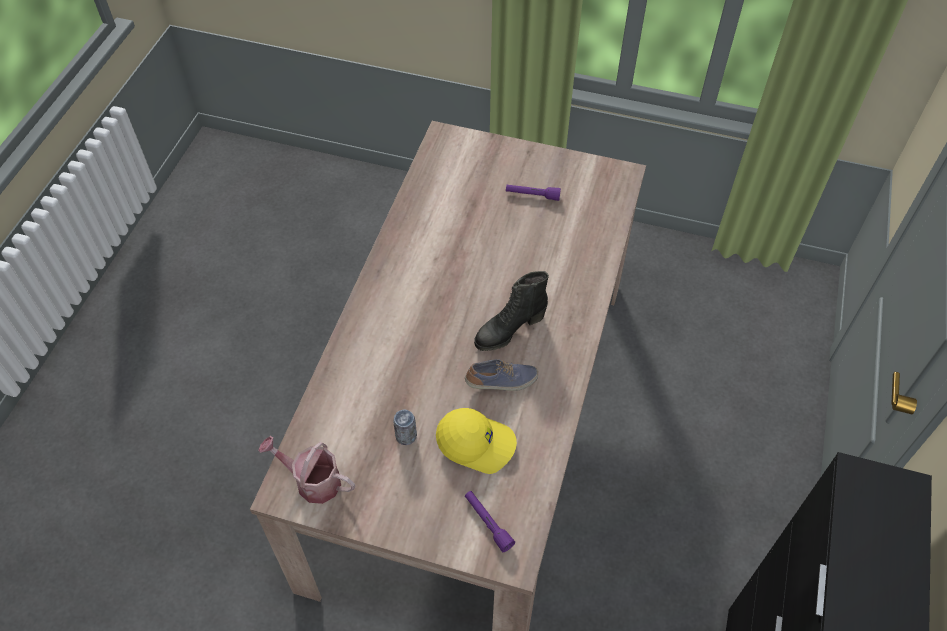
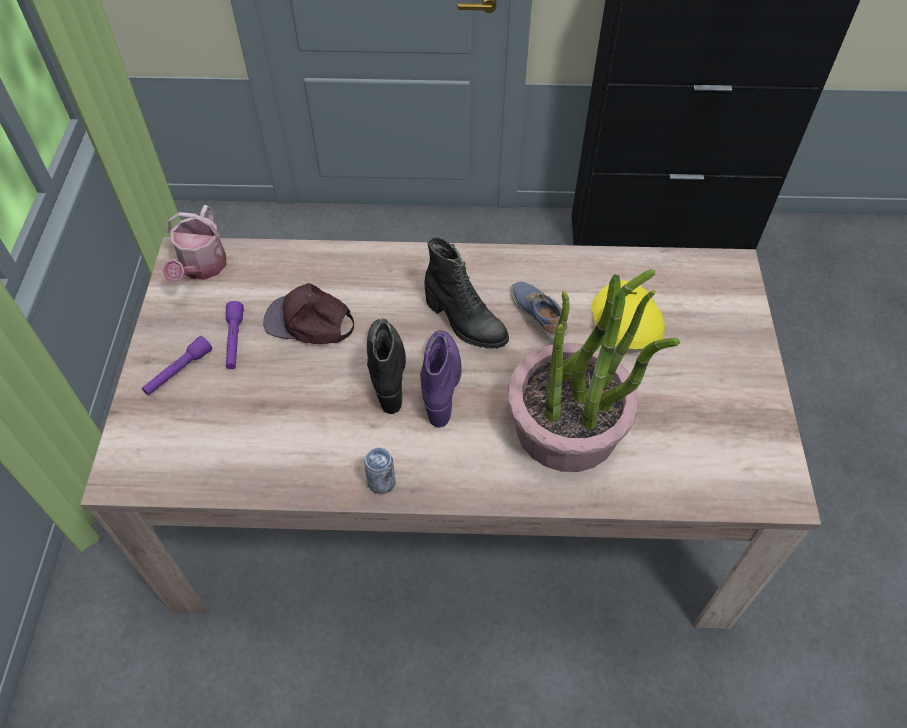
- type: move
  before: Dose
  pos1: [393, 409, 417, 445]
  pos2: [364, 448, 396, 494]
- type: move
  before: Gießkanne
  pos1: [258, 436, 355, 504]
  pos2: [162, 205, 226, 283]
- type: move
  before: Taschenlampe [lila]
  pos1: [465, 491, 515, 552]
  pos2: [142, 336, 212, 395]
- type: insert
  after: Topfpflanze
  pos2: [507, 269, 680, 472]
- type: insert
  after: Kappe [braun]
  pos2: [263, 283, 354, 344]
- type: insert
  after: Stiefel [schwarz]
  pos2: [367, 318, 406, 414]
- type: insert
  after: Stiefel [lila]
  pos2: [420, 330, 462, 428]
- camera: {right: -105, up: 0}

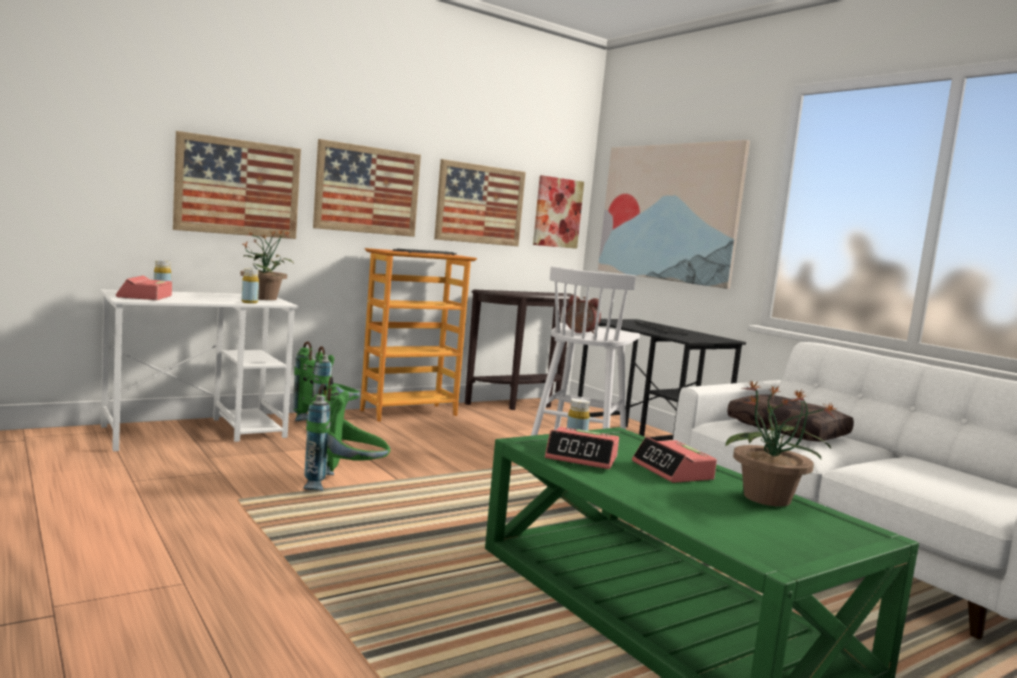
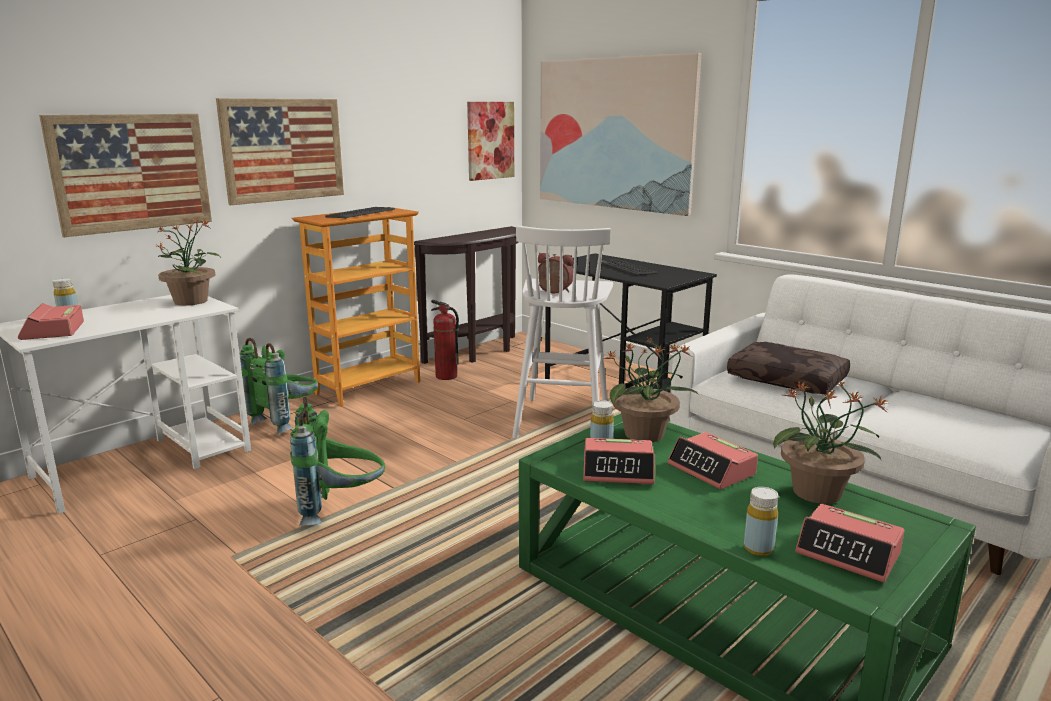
- type: delete
  before: Bild
  pos1: [434, 159, 526, 246]
- type: move
  before: Flasche [gelb]
  pos1: [242, 268, 259, 304]
  pos2: [744, 487, 778, 556]
- type: insert
  after: Feuerlöscher
  pos2: [431, 300, 459, 380]
- type: insert
  after: Topfpflanze
  pos2: [604, 338, 699, 442]
- type: insert
  after: Wecker
  pos2: [796, 504, 905, 583]
- camera: {right: -10, up: 10}

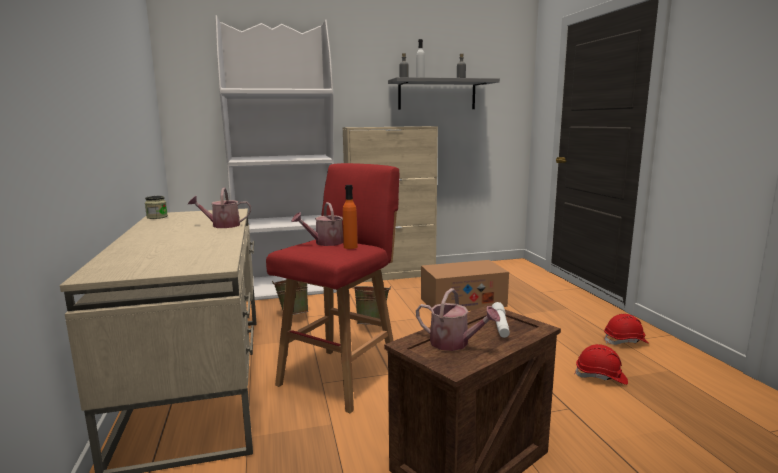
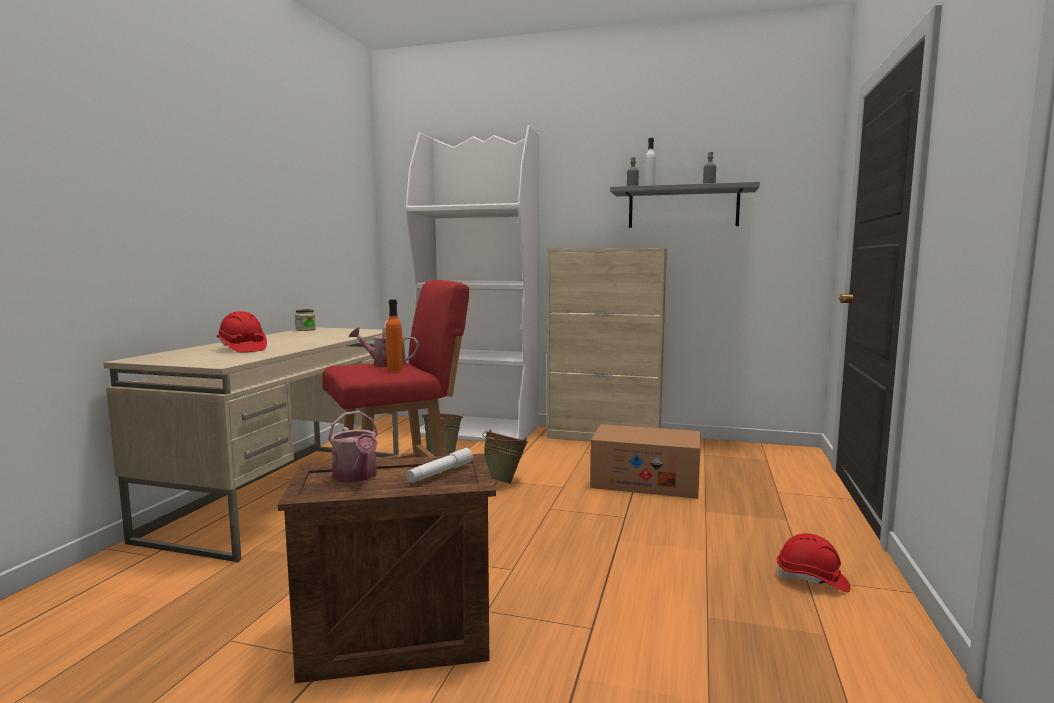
- type: delete
  before: Gießkanne
  pos1: [188, 188, 251, 228]
- type: move
  before: Schutzhelm [rot]
  pos1: [575, 344, 628, 385]
  pos2: [217, 311, 267, 353]
- camera: {right: 30, up: -5}

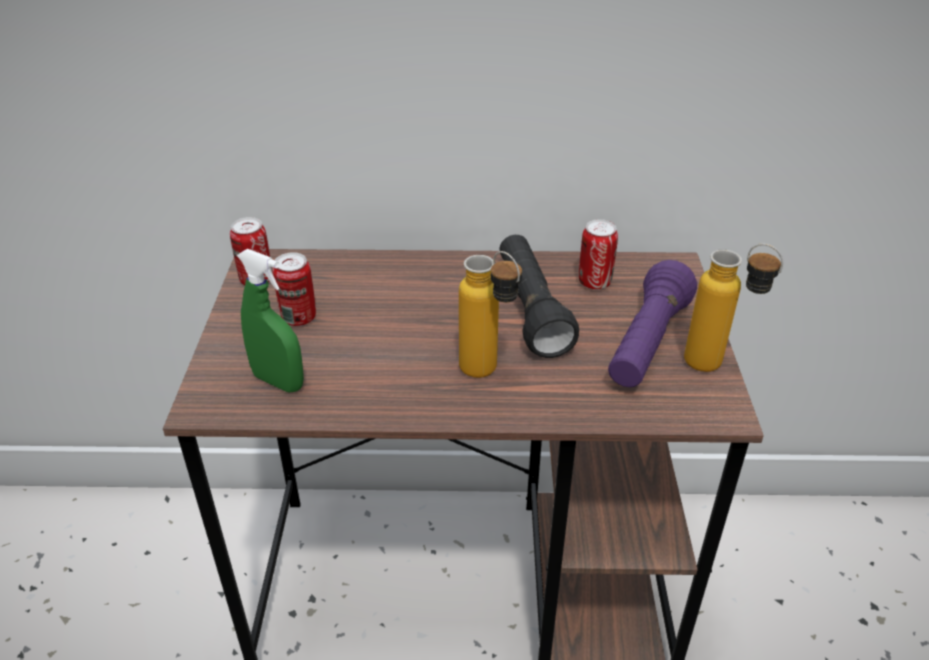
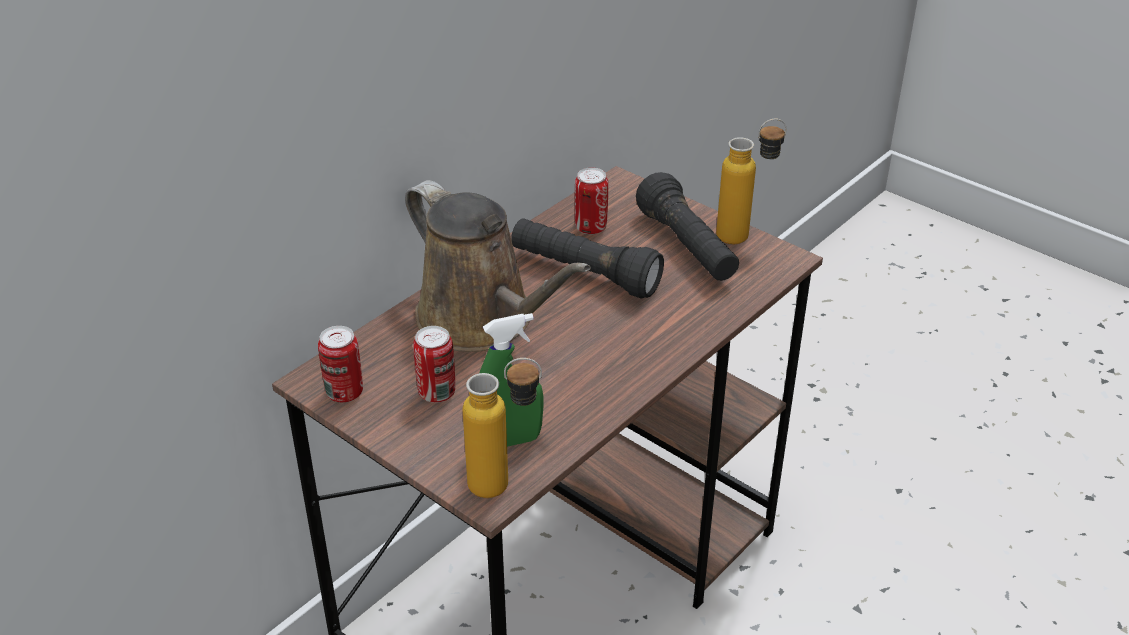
- type: move
  before: Flasche
  pos1: [459, 251, 522, 378]
  pos2: [463, 358, 542, 498]
- type: recolor
  before: Taschenlampe [lila]
  after: Taschenlampe [schwarz]
  pos1: [608, 260, 697, 387]
  pos2: [636, 172, 739, 281]
- type: insert
  after: Gießkanne [braun]
  pos2: [405, 180, 591, 352]
- camera: {right: -50, up: 0}

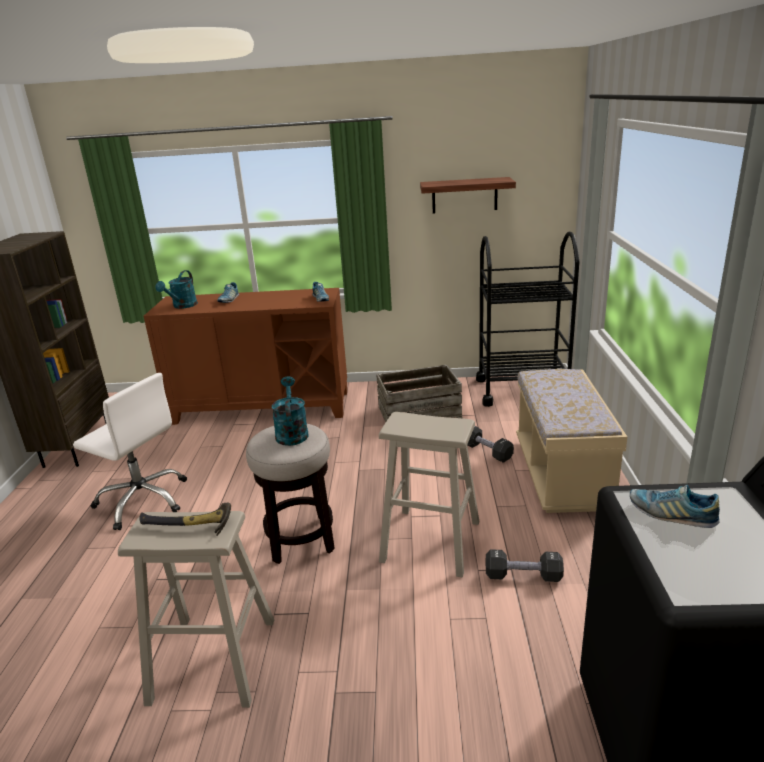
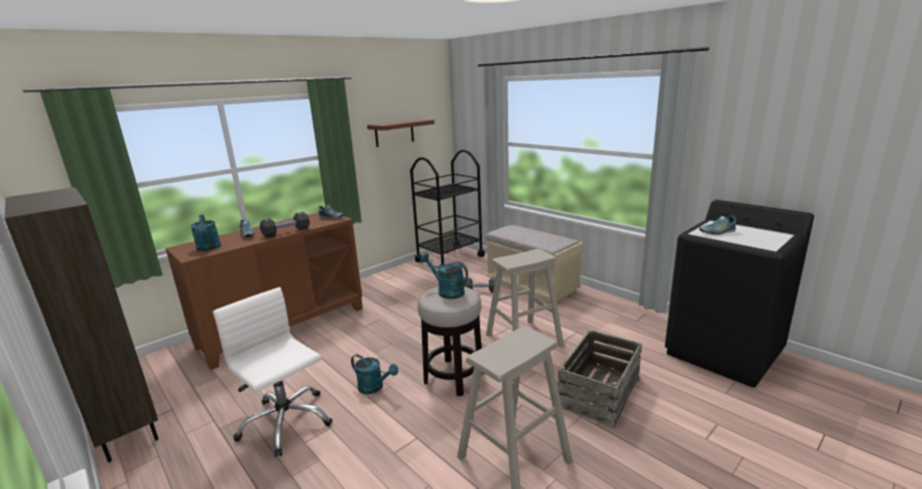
- type: move
  before: Kiste
  pos1: [376, 365, 462, 422]
  pos2: [557, 330, 642, 428]
- type: rotate
  before: Bürostuhl [weiß]
  pos1: [73, 373, 187, 530]
  pos2: [213, 287, 333, 457]
  turn: -120
- type: delete
  before: Hammer
  pos1: [139, 503, 231, 536]
- type: move
  before: Hantel [schwarz]
  pos1: [486, 549, 564, 582]
  pos2: [260, 212, 310, 238]
- type: insert
  after: Gießkanne [türkis]
  pos2: [351, 354, 398, 394]
- camera: {right: -45, up: -5}

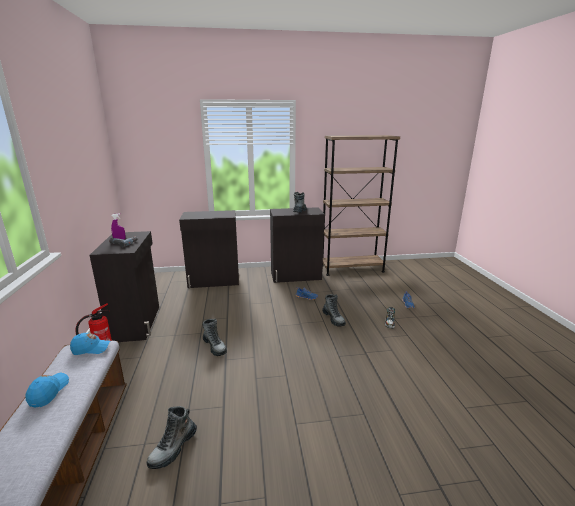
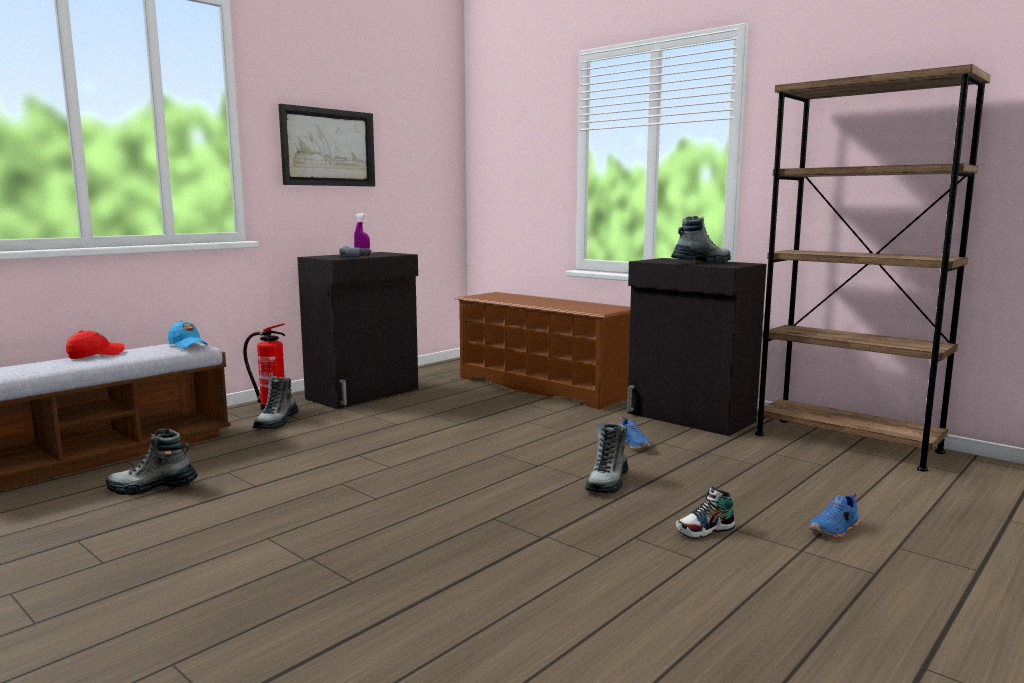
- type: replace
  before: Schrank [schwarz]
  after: Schuhregal [braun]
  pos1: [179, 210, 239, 288]
  pos2: [455, 292, 630, 410]
- type: move
  before: Stiefel
  pos1: [202, 319, 227, 356]
  pos2: [253, 377, 299, 429]
- type: recolor
  before: Kappe [blau]
  after: Kappe [rot]
  pos1: [25, 373, 69, 407]
  pos2: [66, 331, 125, 359]
- type: insert
  after: Bild
  pos2: [279, 104, 375, 186]
- camera: {right: 50, up: -10}

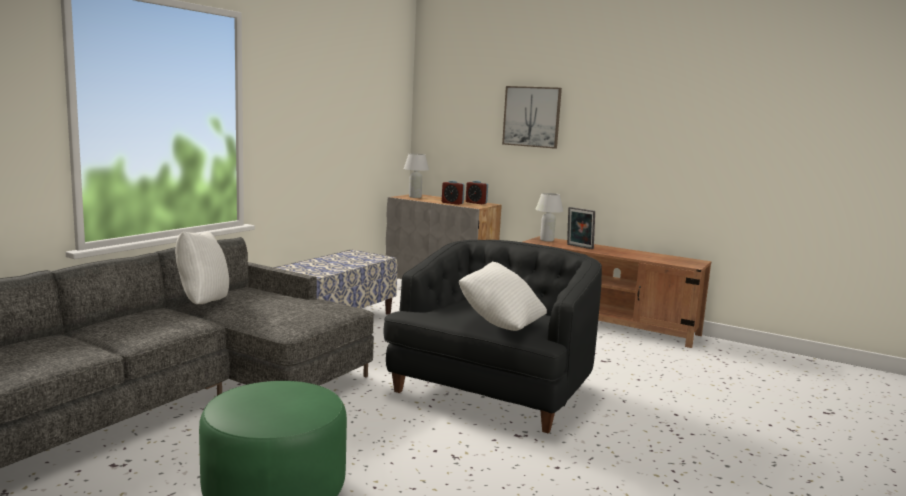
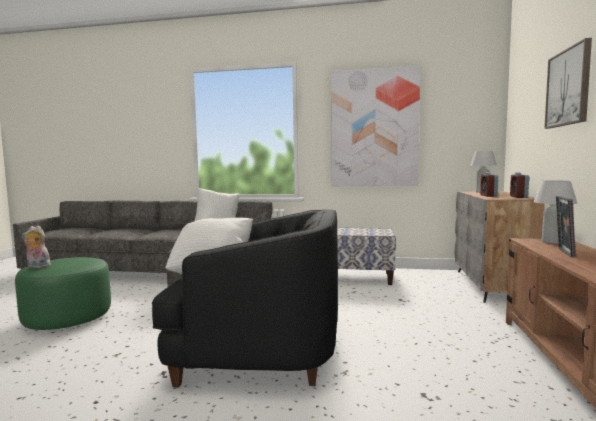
- type: insert
  after: Bild
  pos2: [331, 66, 421, 186]
- type: insert
  after: Plüschtier
  pos2: [22, 226, 51, 268]
- camera: {right: 70, up: -5}

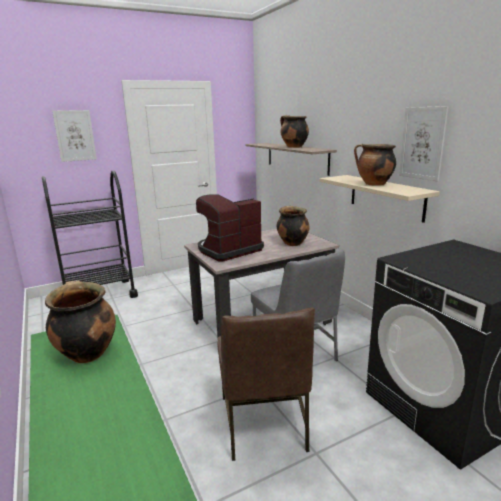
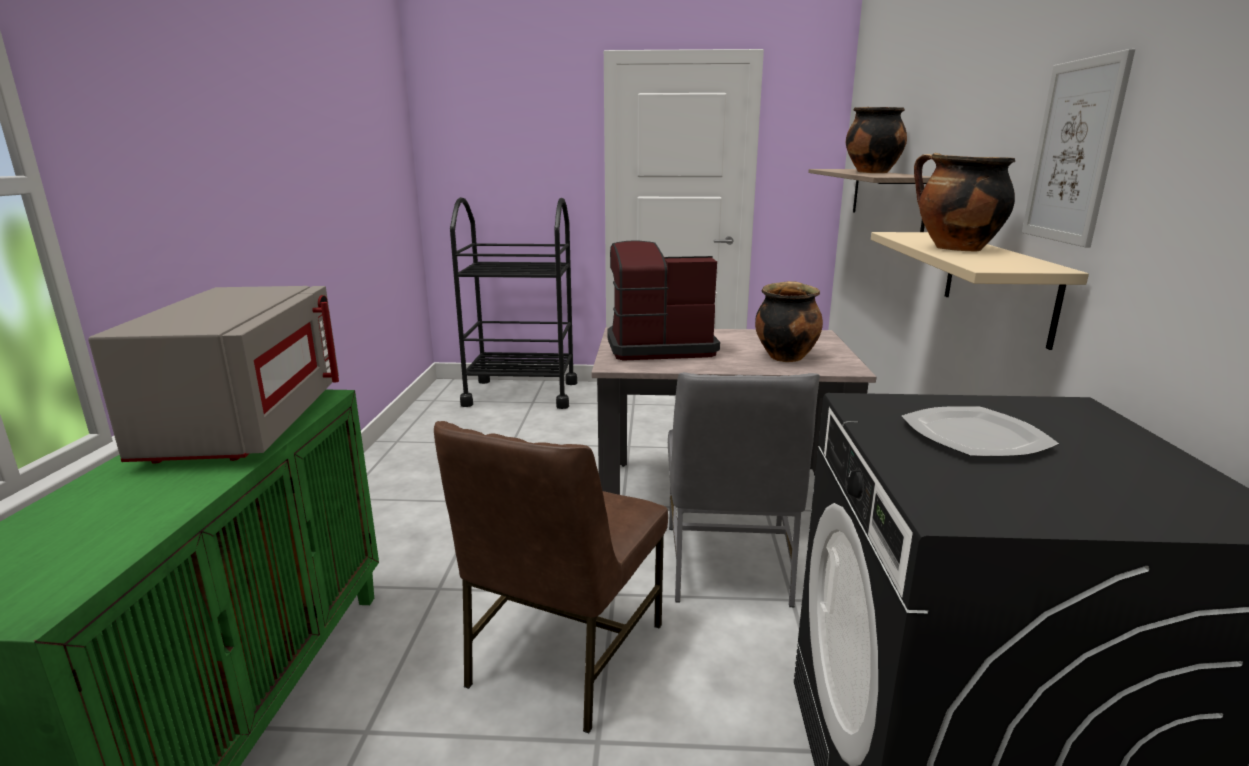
- type: delete
  before: Bild
  pos1: [52, 110, 97, 162]
- type: replace
  before: Kochtopf
  after: Mikrowelle [grau]
  pos1: [45, 281, 116, 363]
  pos2: [88, 286, 339, 464]
- type: insert
  after: Teller
  pos2: [902, 406, 1059, 457]
- camera: {right: 30, up: 0}

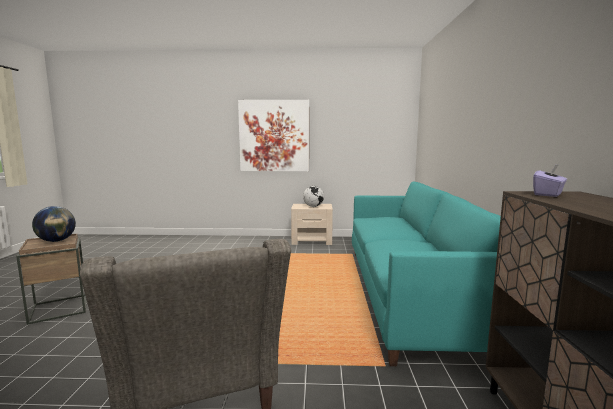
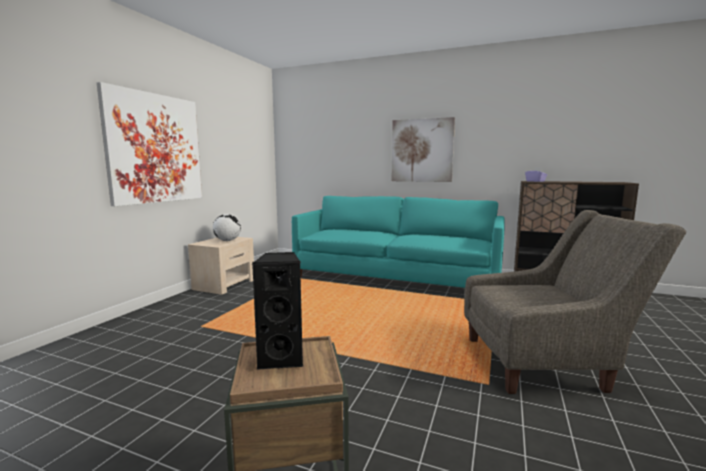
- type: replace
  before: Globus
  after: Lautsprecher [schwarz]
  pos1: [32, 206, 76, 242]
  pos2: [251, 252, 303, 370]
- type: insert
  after: Bild
  pos2: [391, 117, 455, 182]
- camera: {right: -70, up: 0}

